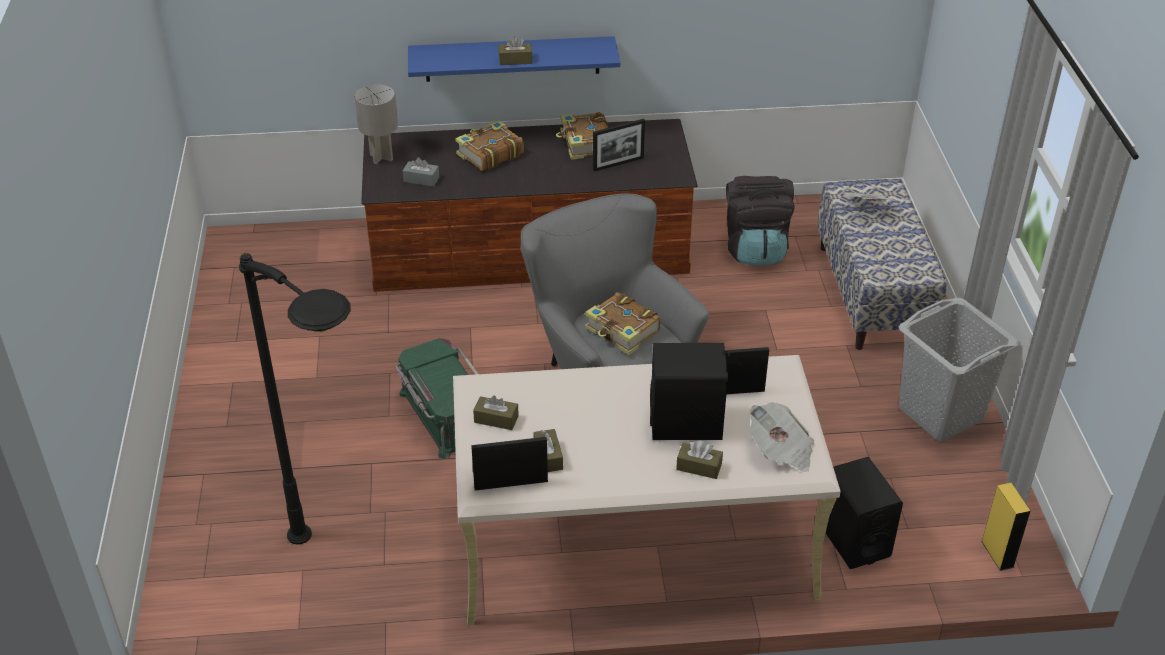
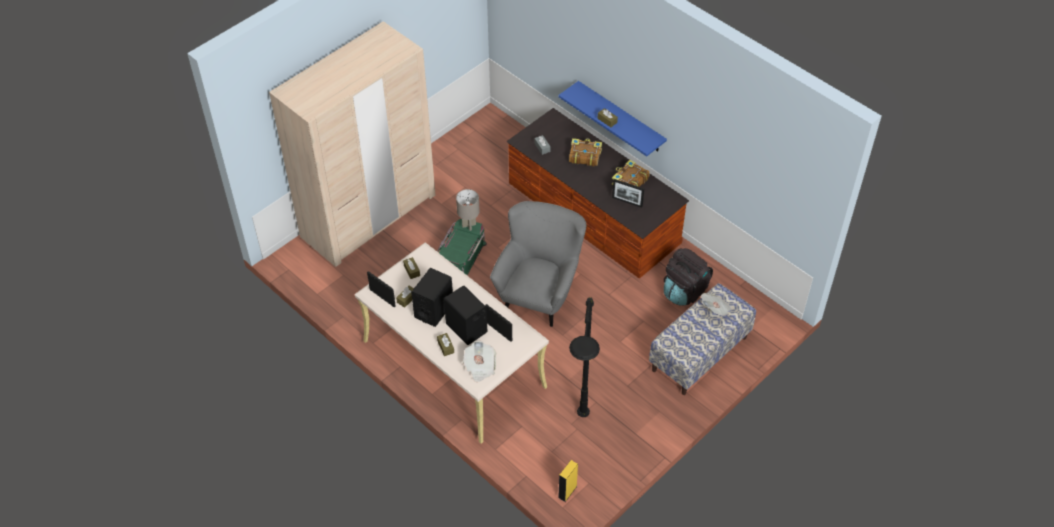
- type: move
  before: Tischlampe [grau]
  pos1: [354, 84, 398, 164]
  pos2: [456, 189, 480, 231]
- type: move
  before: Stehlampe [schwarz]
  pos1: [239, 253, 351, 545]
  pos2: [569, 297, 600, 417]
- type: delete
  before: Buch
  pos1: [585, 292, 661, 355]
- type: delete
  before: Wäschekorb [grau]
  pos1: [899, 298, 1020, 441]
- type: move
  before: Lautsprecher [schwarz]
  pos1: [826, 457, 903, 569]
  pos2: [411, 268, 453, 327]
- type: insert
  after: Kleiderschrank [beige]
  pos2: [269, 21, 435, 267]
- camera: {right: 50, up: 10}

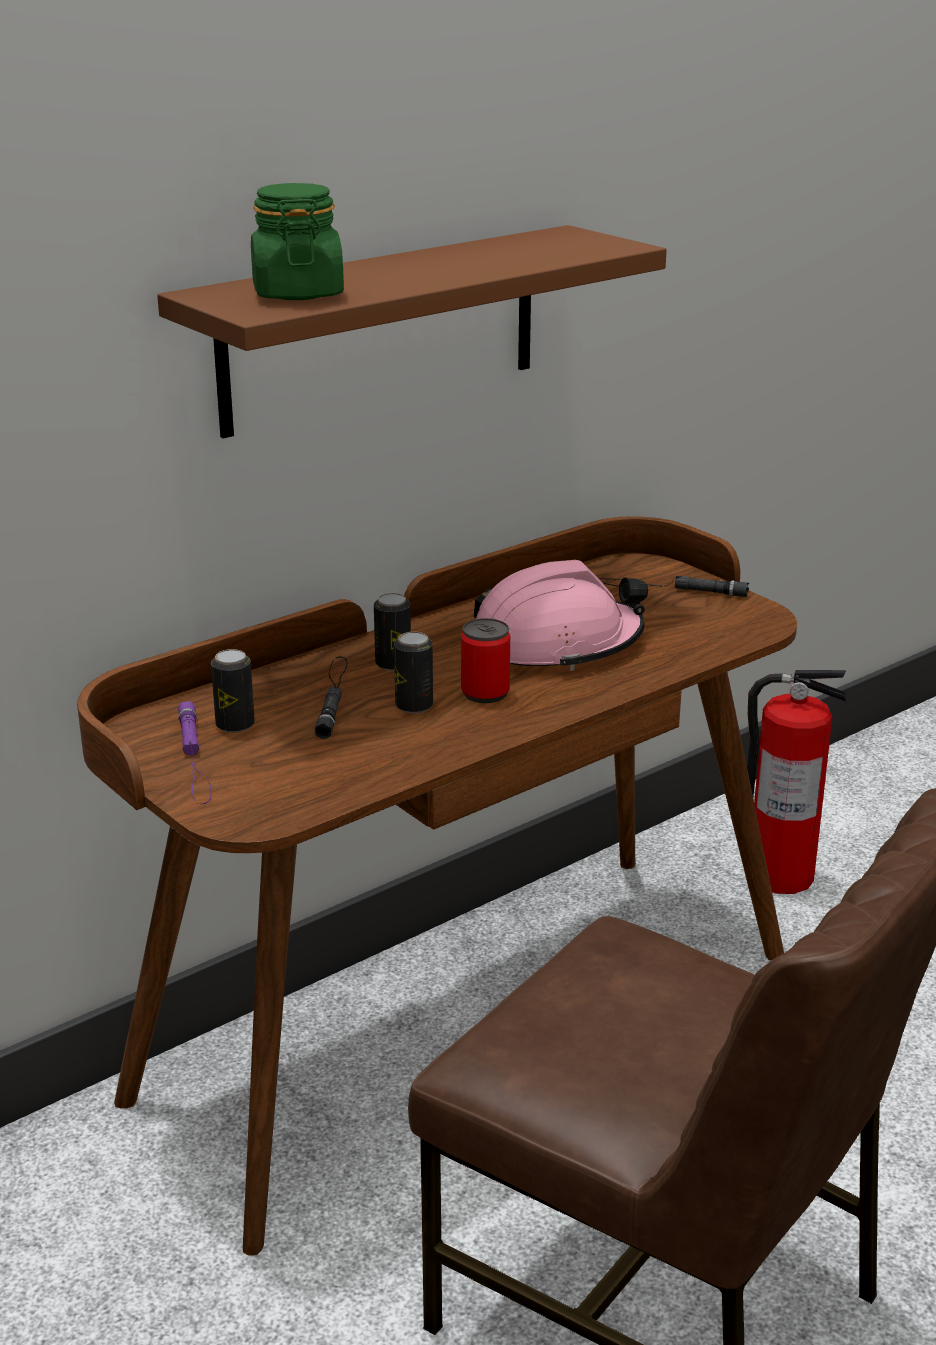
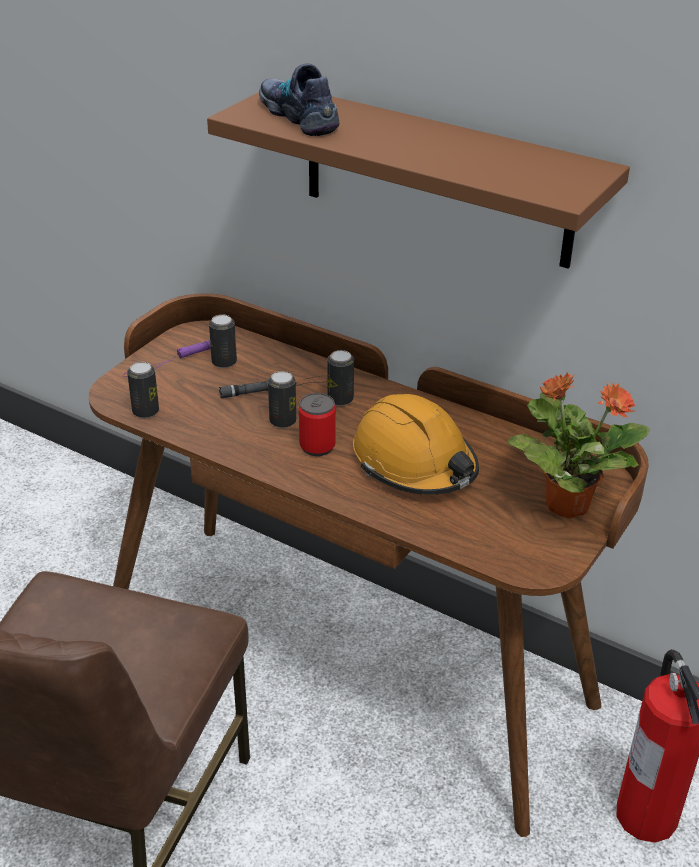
- type: replace
  before: Vorratsglas [grün]
  after: Schuh
  pos1: [251, 183, 344, 300]
  pos2: [259, 64, 340, 136]
- type: recolor
  before: Schutzhelm [rosa]
  after: Schutzhelm [orange]
  pos1: [474, 560, 648, 671]
  pos2: [353, 394, 479, 495]
- type: replace
  before: Taschenlampe [schwarz]
  after: Topfpflanze
  pos1: [599, 576, 749, 597]
  pos2: [508, 372, 650, 519]
- type: insert
  after: Dose
  pos2: [127, 362, 159, 418]
- camera: {right: 70, up: 10}

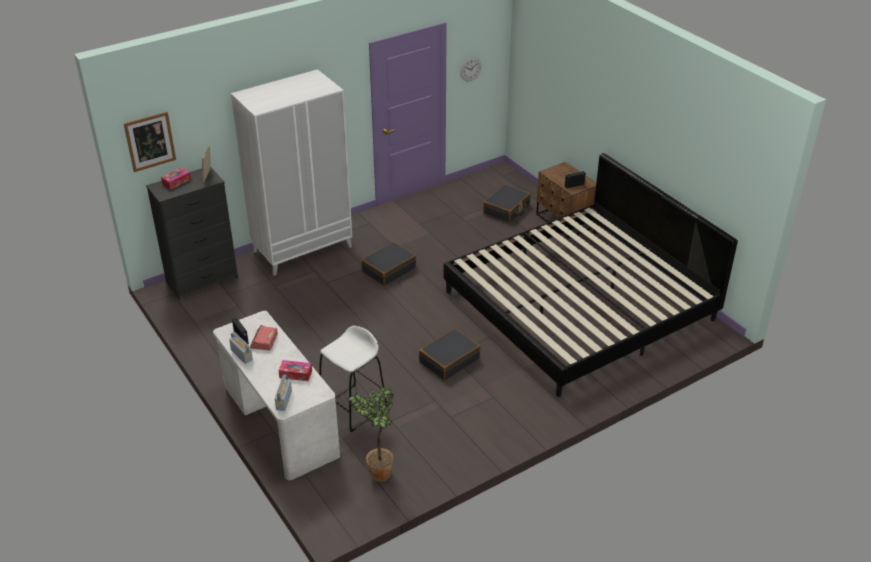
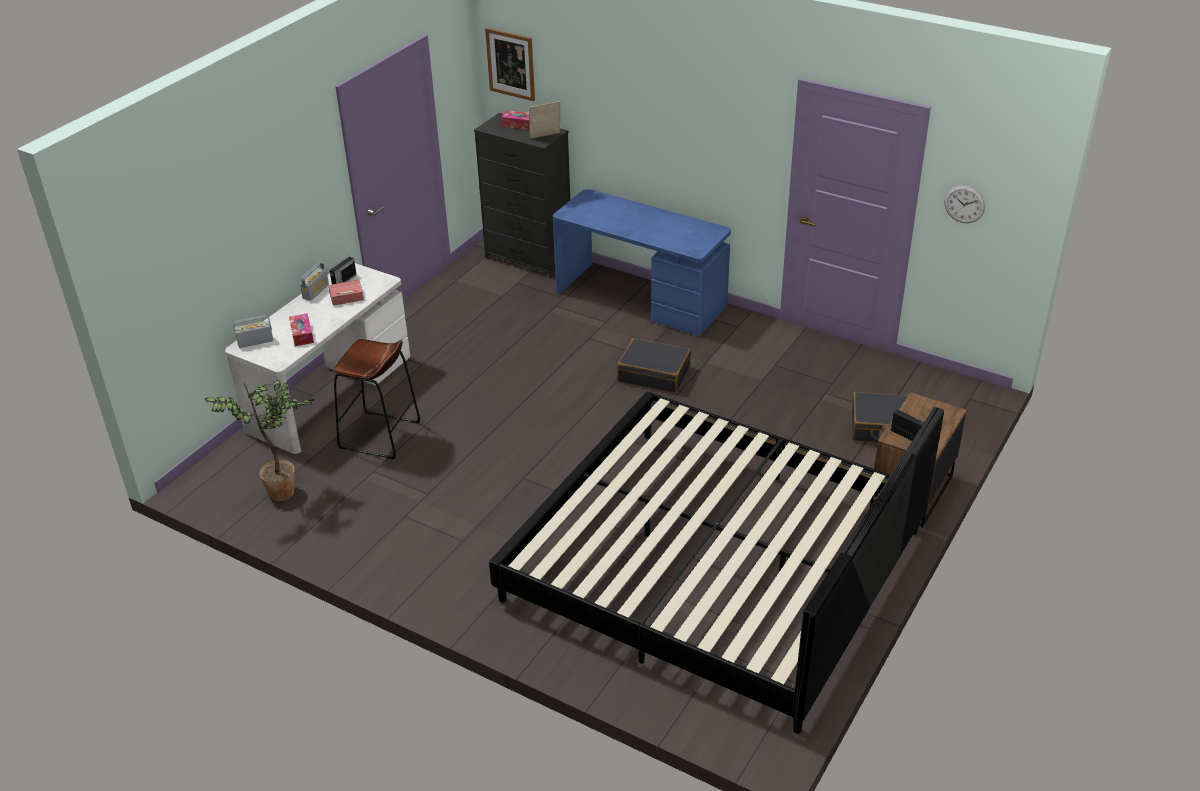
- type: replace
  before: Kleiderschrank [weiß]
  after: Schreibtisch [blau]
  pos1: [231, 69, 353, 276]
  pos2: [553, 189, 731, 336]
- type: recolor
  before: Hocker [weiß]
  after: Hocker [braun]
  pos1: [319, 326, 387, 432]
  pos2: [333, 339, 420, 460]
- type: delete
  before: Koffer [schwarz]
  pos1: [419, 328, 480, 381]
- camera: {right: 65, up: 0}

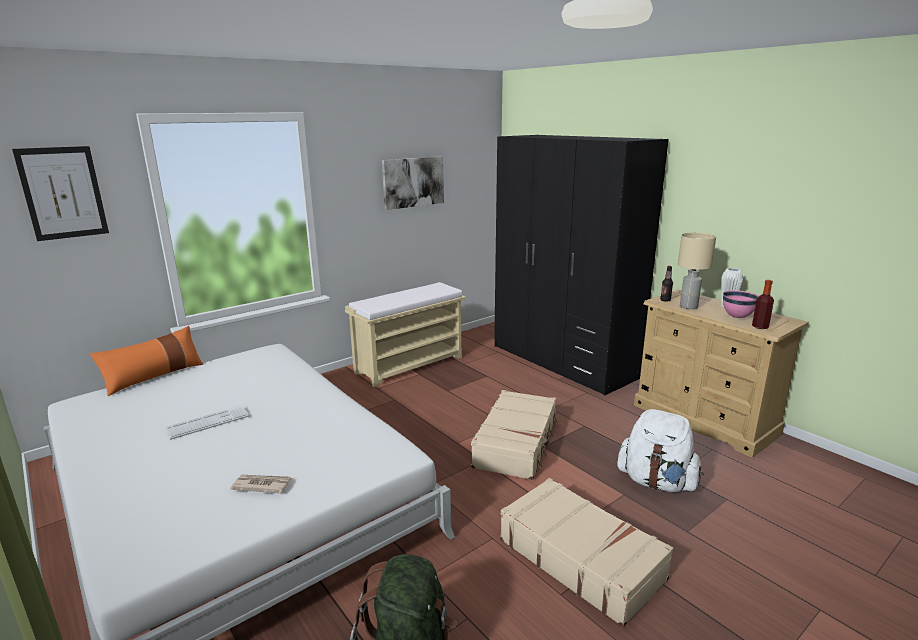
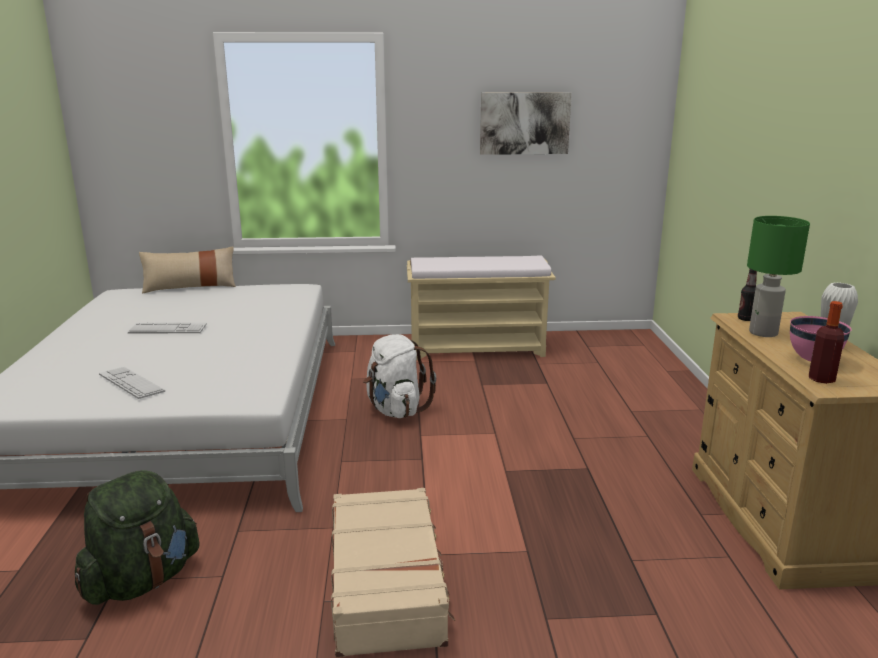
- type: delete
  before: Kleiderschrank [schwarz]
  pos1: [494, 135, 669, 396]
- type: delete
  before: Bild
  pos1: [12, 146, 109, 241]
- type: recolor
  before: Tischlampe [beige]
  after: Tischlampe [grün]
  pos1: [678, 233, 716, 309]
  pos2: [747, 216, 810, 337]
- type: recolor
  before: Kissen [orange]
  after: Kissen [beige]
  pos1: [90, 326, 203, 396]
  pos2: [139, 246, 236, 294]
- type: delete
  before: Koffer [beige]
  pos1: [471, 390, 558, 480]
- type: move
  before: Rucksack [weiß]
  pos1: [618, 409, 704, 492]
  pos2: [363, 334, 436, 418]
- type: replace
  before: Zeitung
  after: Tastatur
  pos1: [230, 475, 291, 494]
  pos2: [99, 367, 165, 399]
- camera: {right: 35, up: 0}

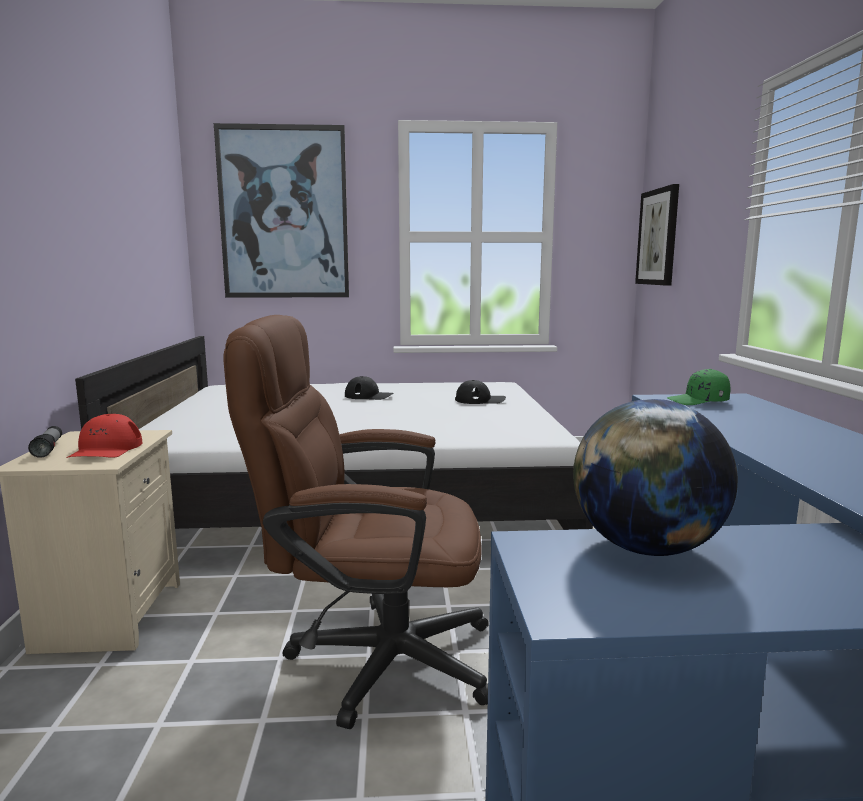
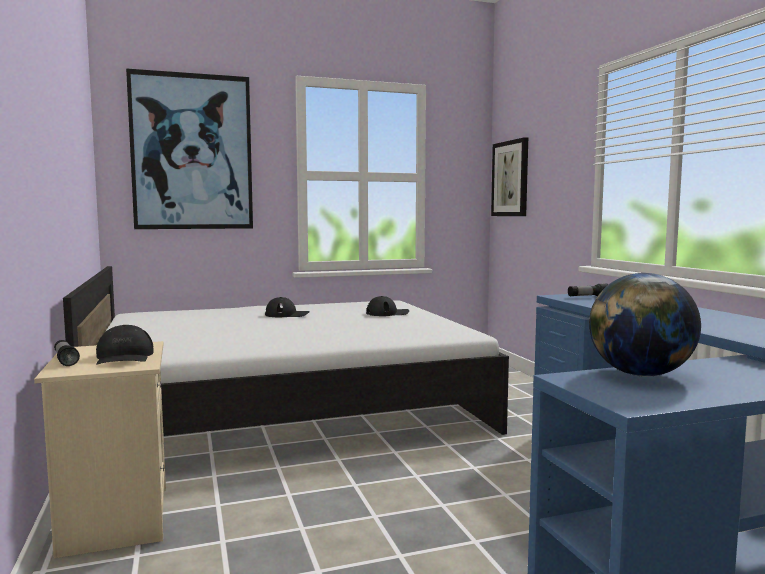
- type: delete
  before: Bürostuhl [braun]
  pos1: [224, 315, 489, 729]
- type: replace
  before: Kappe [grün]
  after: Taschenlampe
  pos1: [667, 369, 730, 405]
  pos2: [568, 283, 608, 296]
- type: recolor
  before: Kappe [rot]
  after: Kappe [schwarz]
  pos1: [66, 414, 142, 458]
  pos2: [96, 325, 154, 365]
- camera: {right: -15, up: -5}

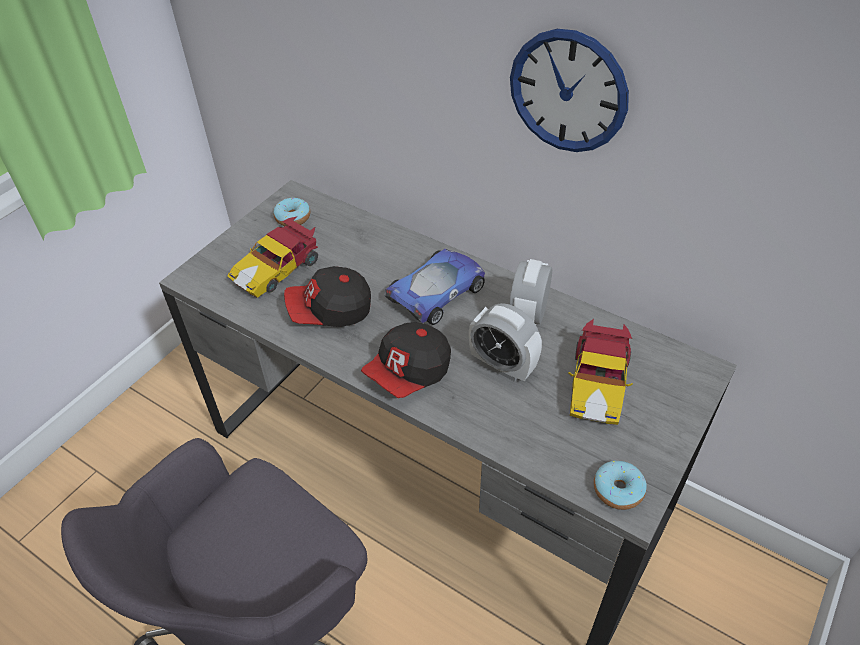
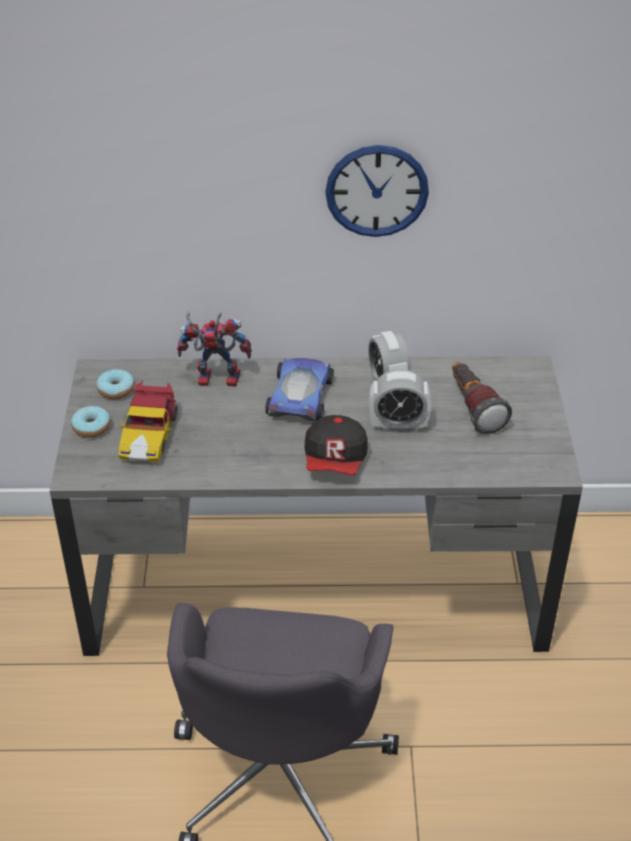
- type: delete
  before: Kappe
  pos1: [284, 266, 371, 327]
- type: replace
  before: Spielzeugauto
  after: Taschenlampe
  pos1: [568, 319, 633, 425]
  pos2: [452, 362, 512, 434]
- type: move
  before: Donut
  pos1: [594, 461, 647, 510]
  pos2: [71, 406, 110, 438]
- type: insert
  after: Spielzeugroboter
  pos2: [177, 312, 252, 387]
- camera: {right: -35, up: -5}

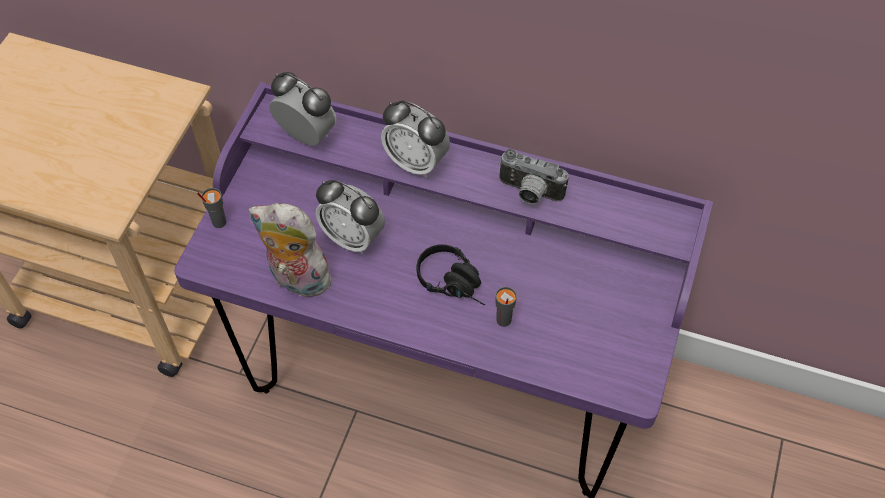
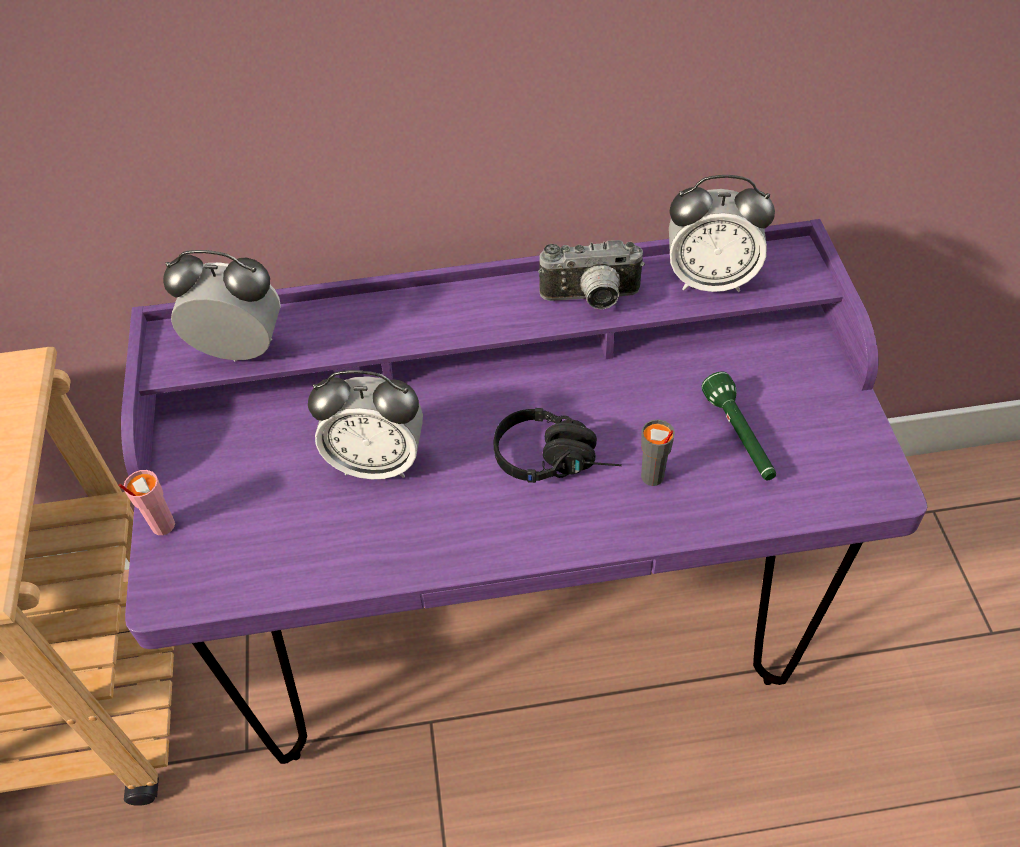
- type: move
  before: Wecker
  pos1: [381, 100, 450, 178]
  pos2: [669, 175, 775, 292]
- type: recolor
  before: Tasse [grau]
  after: Tasse [rosa]
  pos1: [197, 188, 227, 228]
  pos2: [118, 470, 175, 535]
- type: delete
  before: Plüschtier
  pos1: [249, 203, 336, 297]
- type: insert
  after: Taschenlampe [grün]
  pos2: [702, 371, 776, 481]
- camera: {right: -25, up: -5}

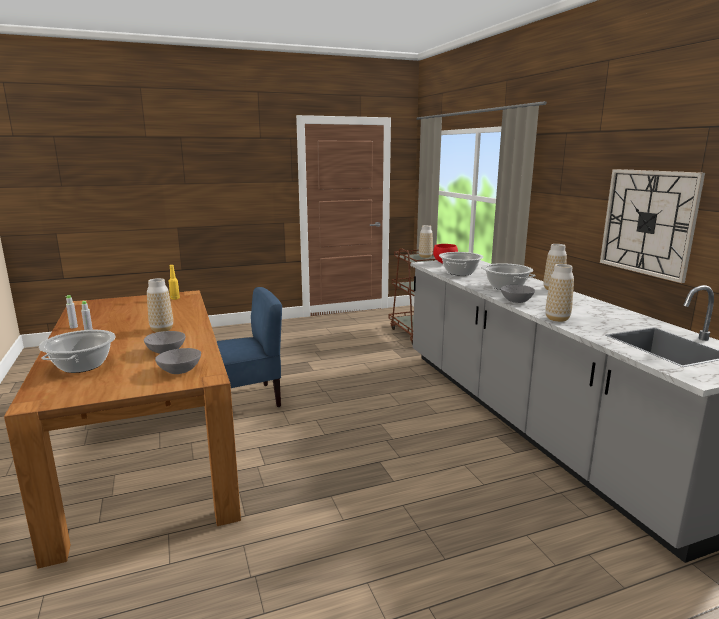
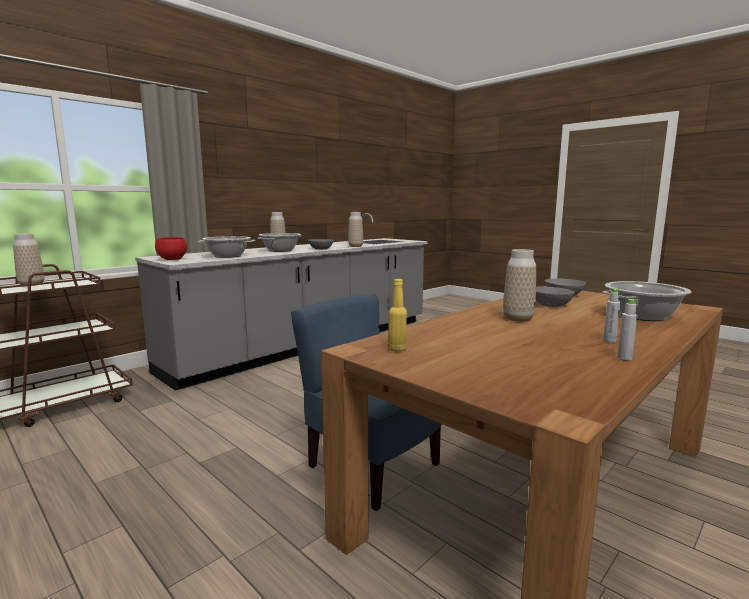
- type: delete
  before: Wanduhr
  pos1: [600, 169, 705, 283]
- camera: {right: -115, up: -5}

